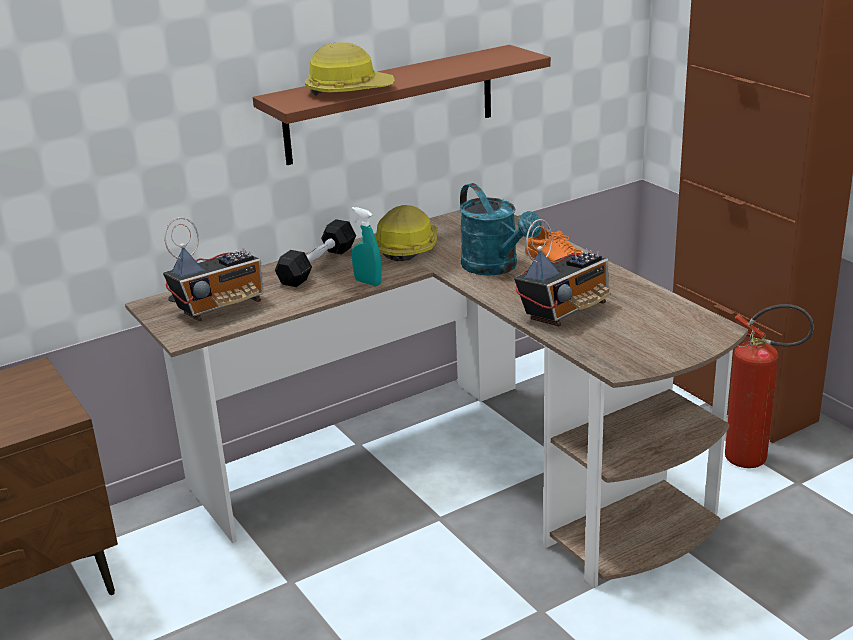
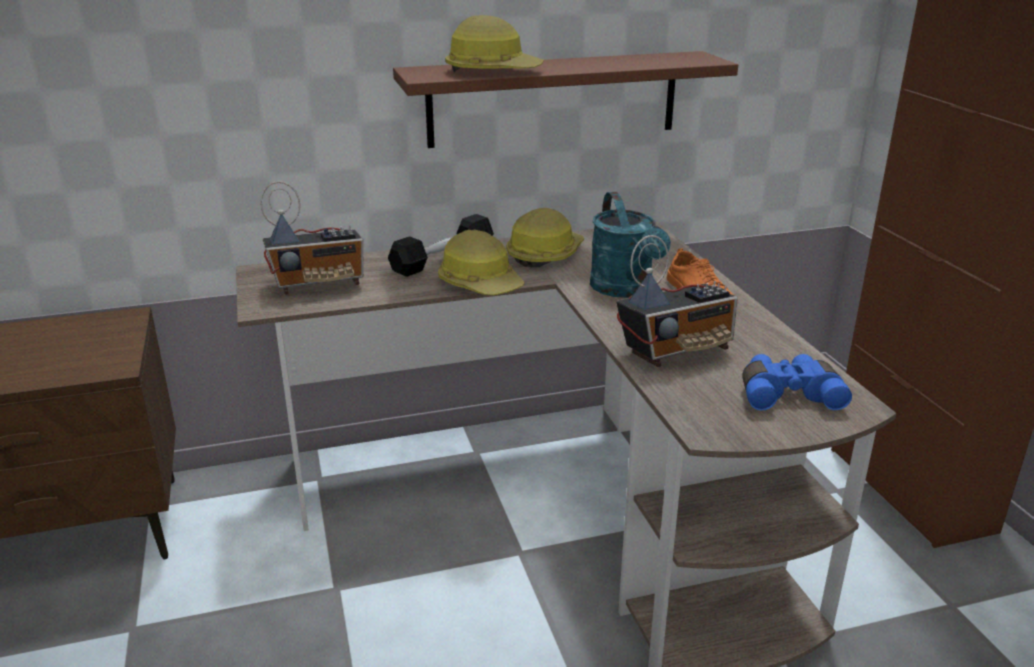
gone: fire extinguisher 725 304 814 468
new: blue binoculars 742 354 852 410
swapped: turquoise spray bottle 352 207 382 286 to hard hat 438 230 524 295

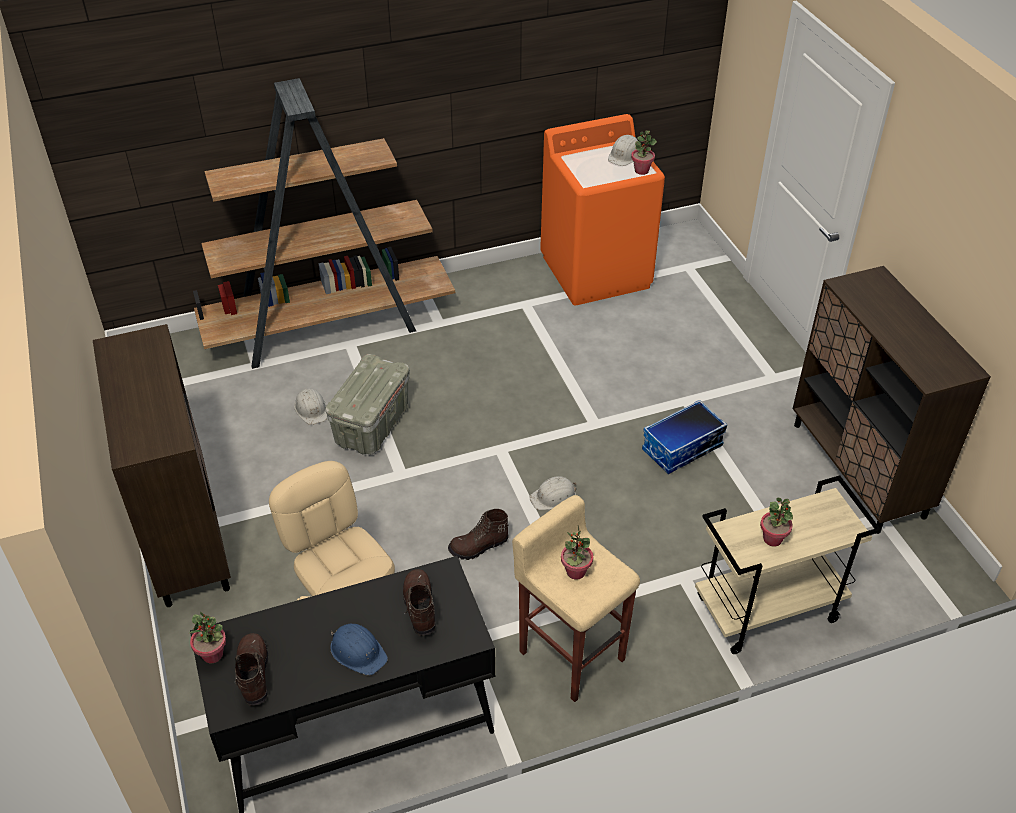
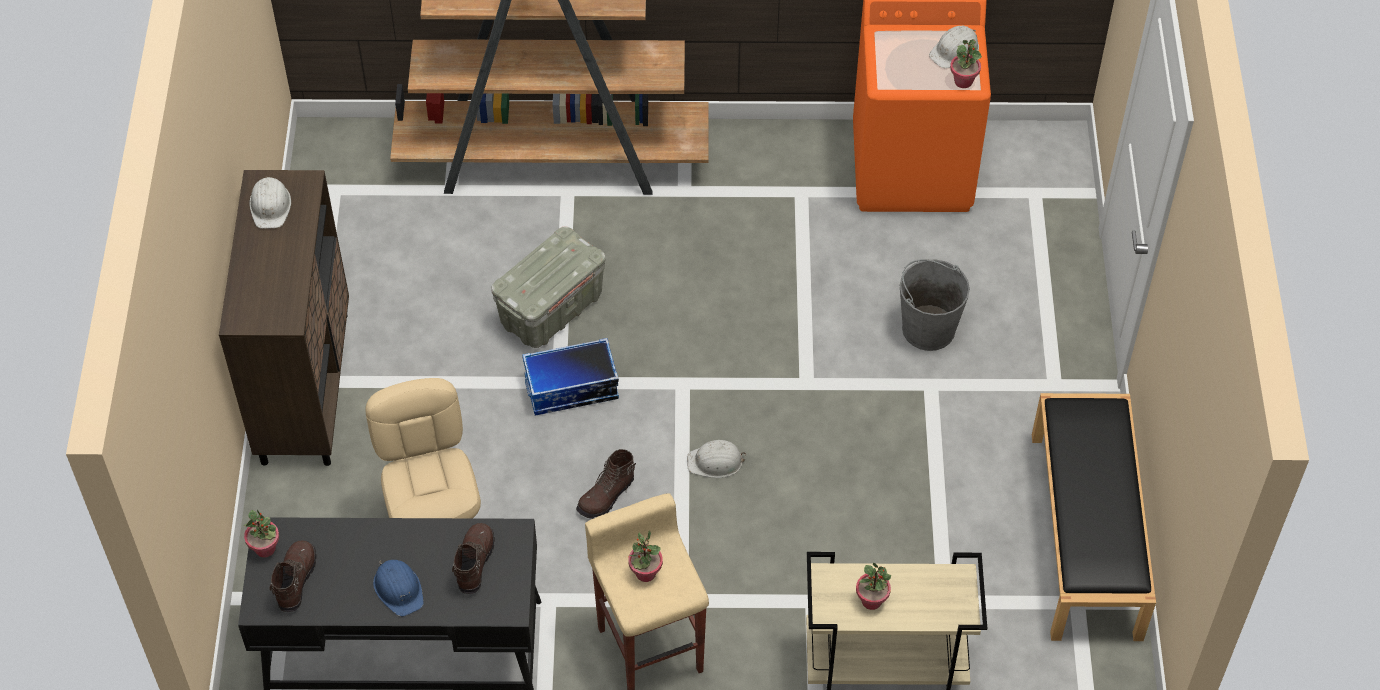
new: grey bucket 900 259 970 351
shifted: white hard hat 294 389 327 425 to 250 177 291 229; storage box 642 400 727 474 to 522 338 619 416
swapped: brown cabinet 793 266 991 534 to black bench 1032 393 1156 641
rotated: brown boot 448 509 509 560 = 576 449 636 519 45 degrees counterclockwise

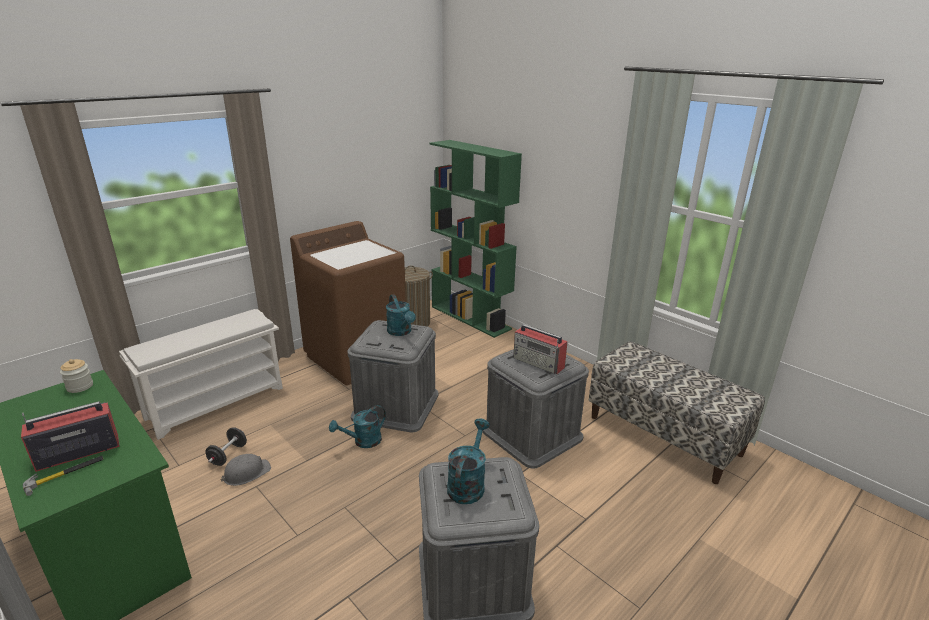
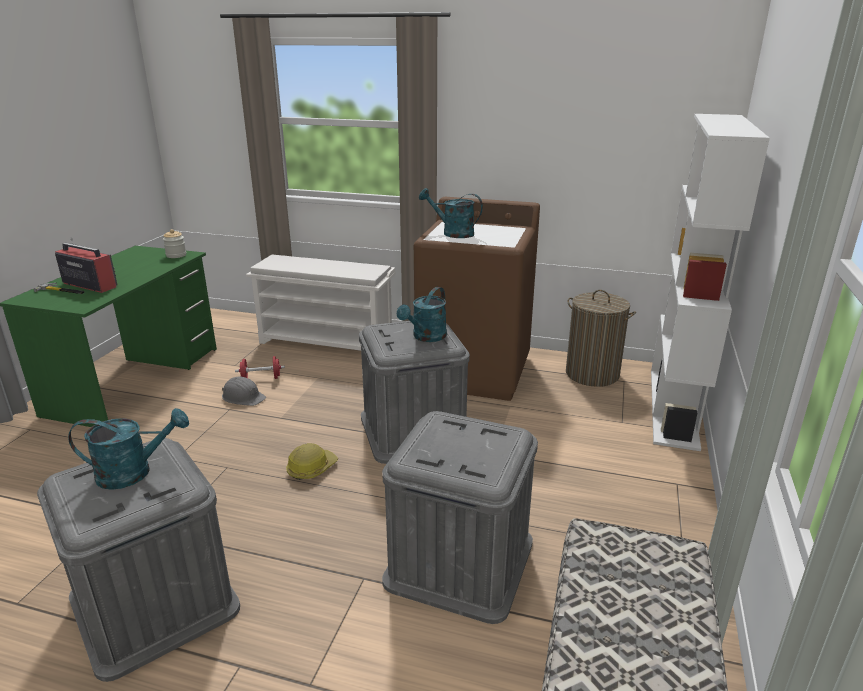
gone: radio 513 324 568 374
new: hard hat 286 443 338 480
shifted: turquoise watering can 329 405 386 448 to 419 188 483 238
repainted: black dumbbell 205 427 247 466 to red dumbbell 235 356 285 379; green bookcase 430 140 522 338 to white bookcase 651 114 770 451

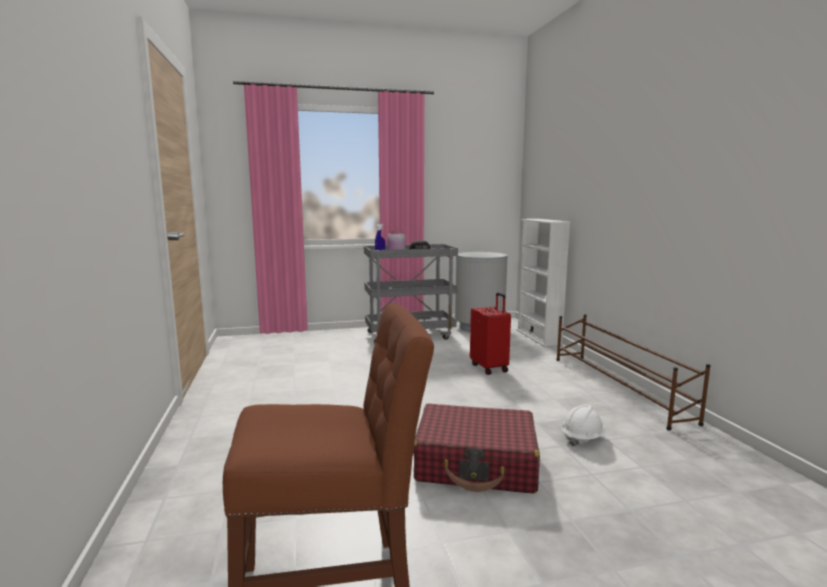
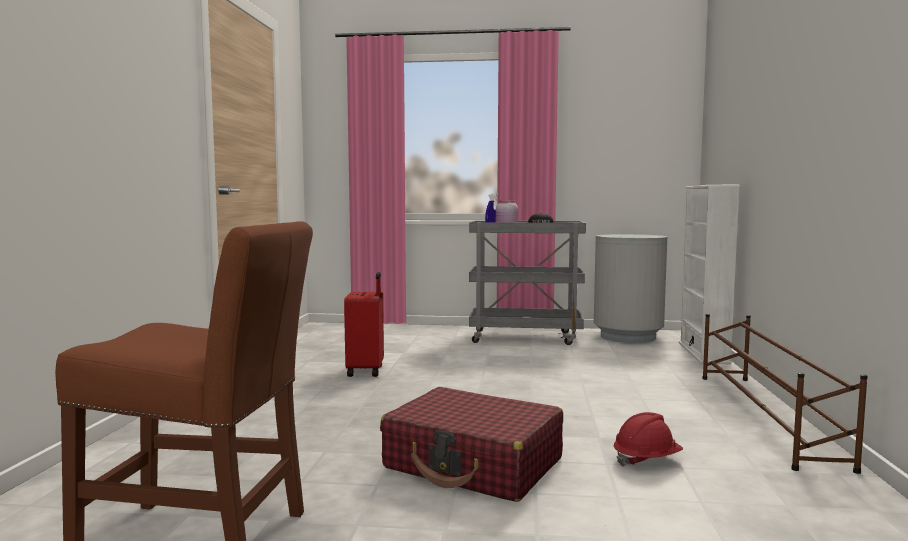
shifted: red suitcase 470 292 511 375 to 344 272 384 377
repainted: white hard hat 562 405 606 446 to red hard hat 614 412 683 467

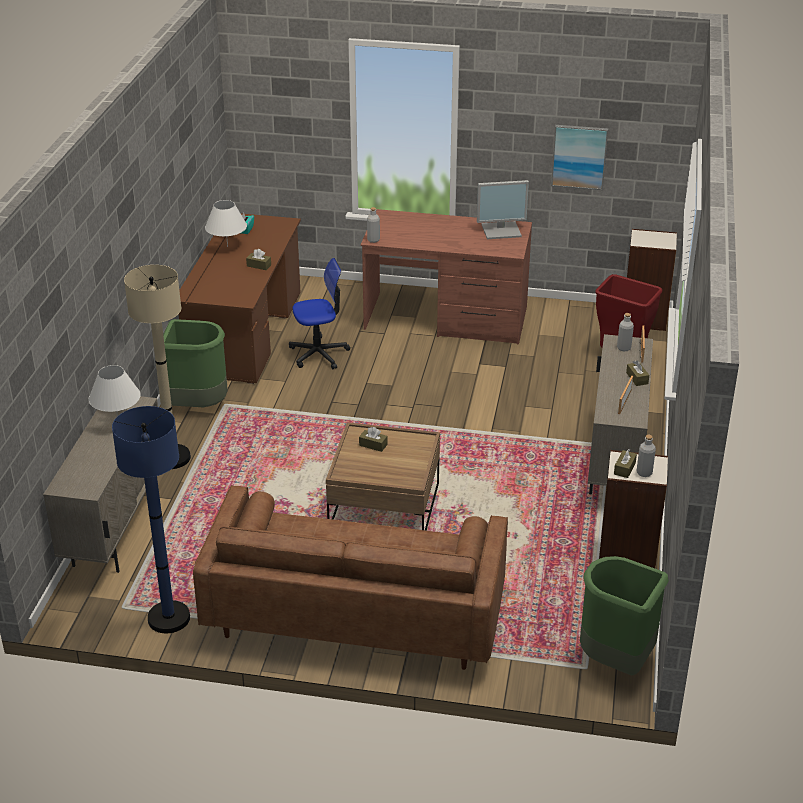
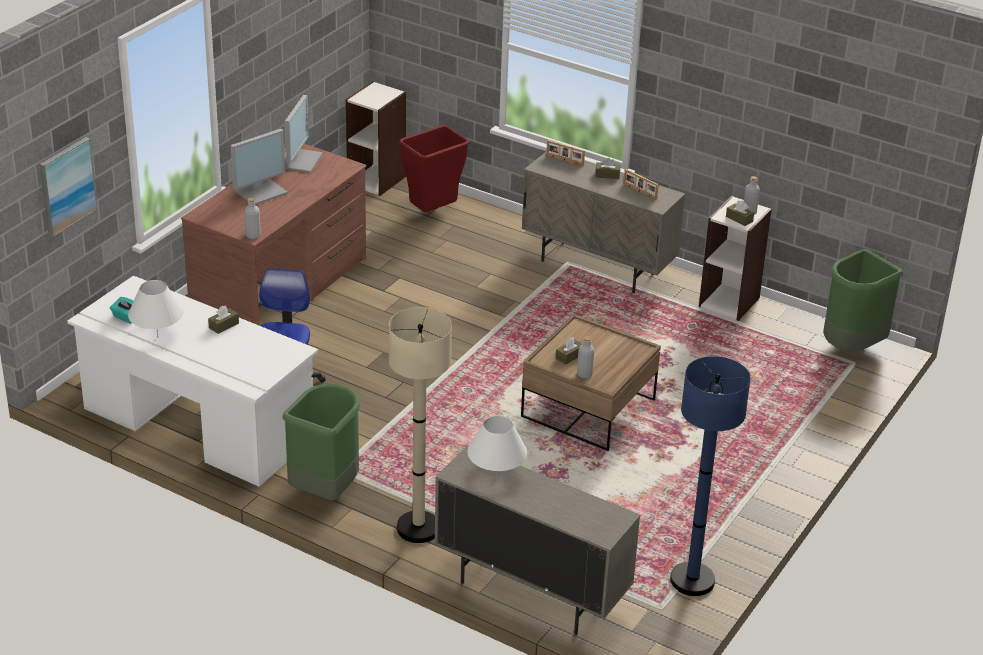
gone: brown sofa 193 485 508 670
new: monitor 231 129 288 205
shifted: picture 551 125 608 190 to 40 137 98 238; grey bottle 617 313 634 351 to 577 336 594 378
repainted: brown desk 179 214 301 384 to white desk 67 275 318 487

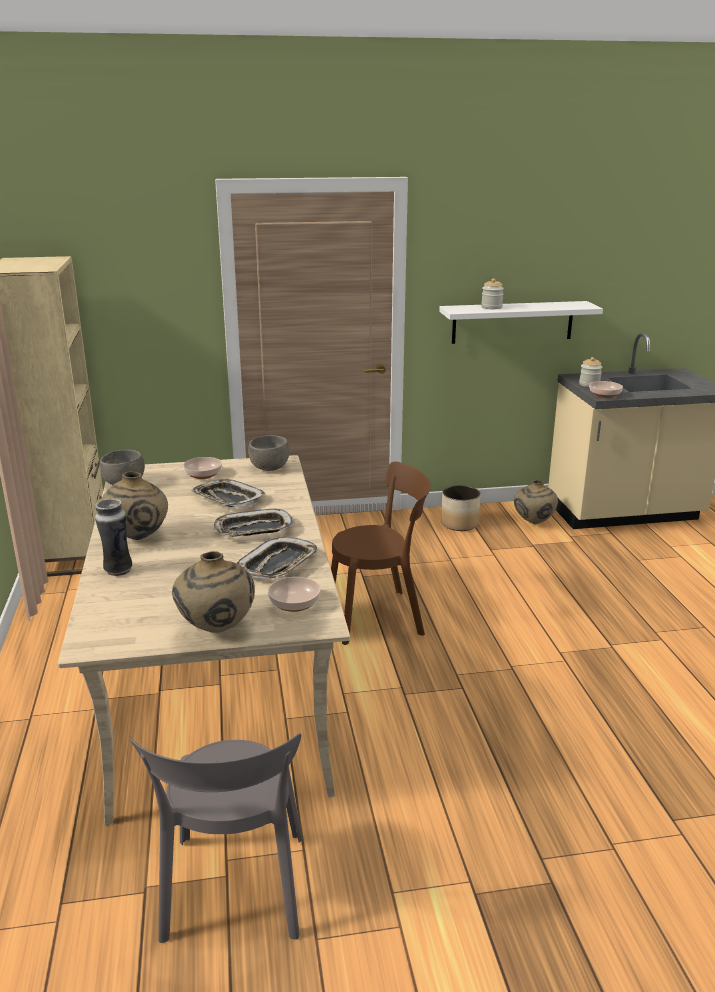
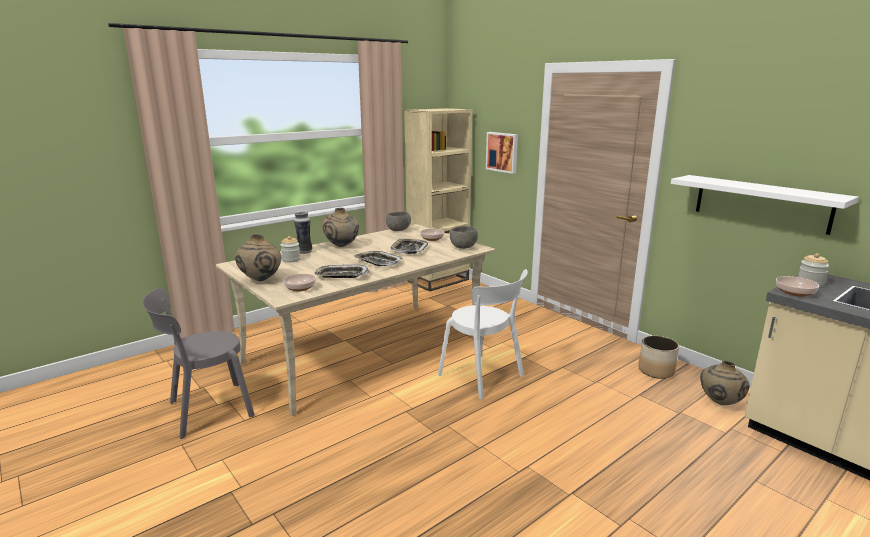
new: picture 486 132 518 174
shifted: jar 481 278 504 309 to 281 236 301 262
repainted: brown chair 331 461 431 645 to white chair 438 269 528 399

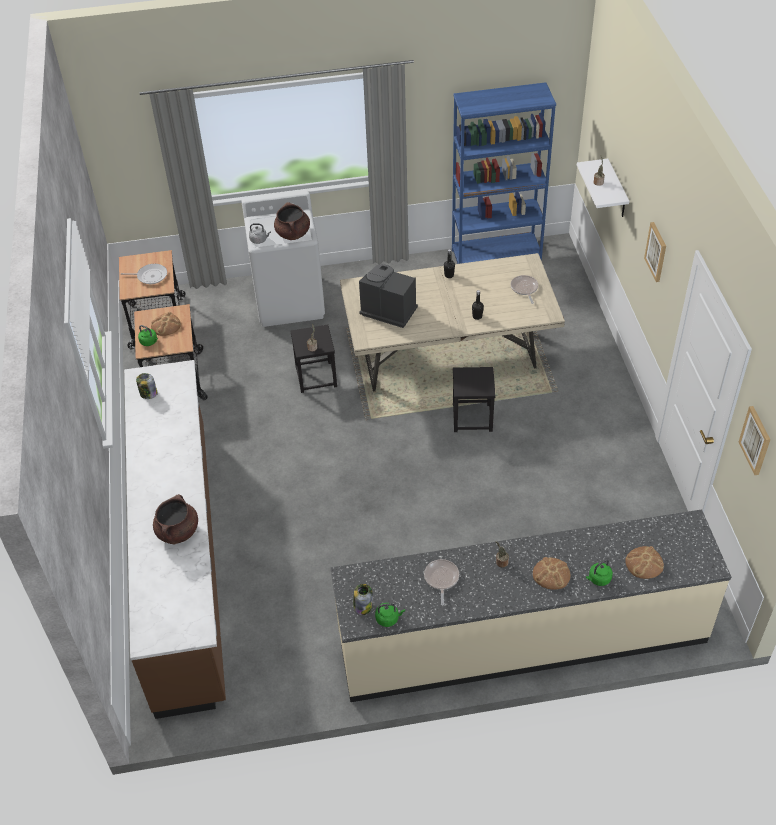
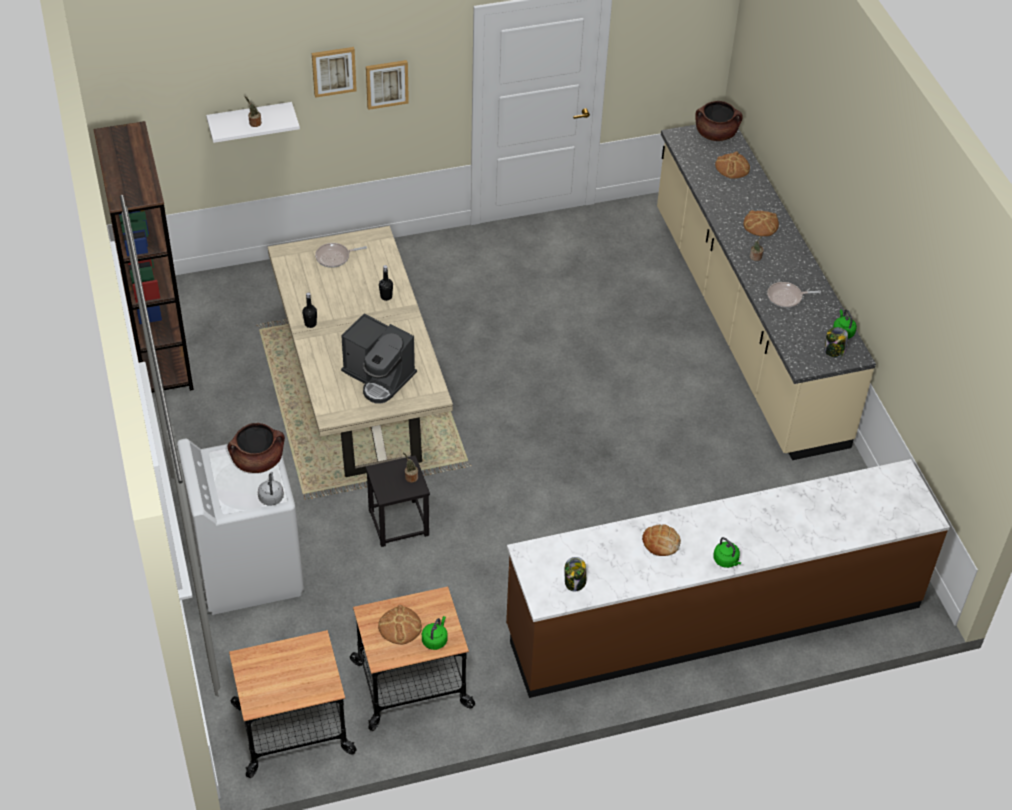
gone: frying pan 121 264 167 284; black stool 453 367 495 432
new: bread 642 524 681 556
shifted: brown cooking pot 153 494 198 544 to 695 101 743 141; green kettle 586 559 613 586 to 713 537 741 568; picture 739 406 770 475 to 312 47 357 98
repainted: blue bookcase 452 82 556 264 to brown bookcase 93 121 194 393
rotated: coffee machine 359 264 418 328 = 341 314 417 404 75 degrees counterclockwise

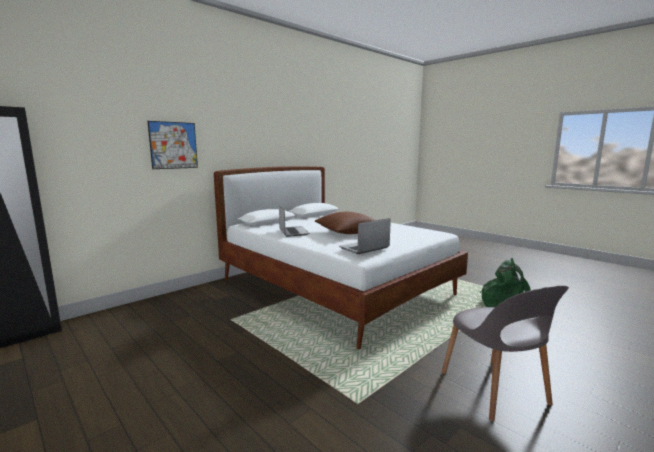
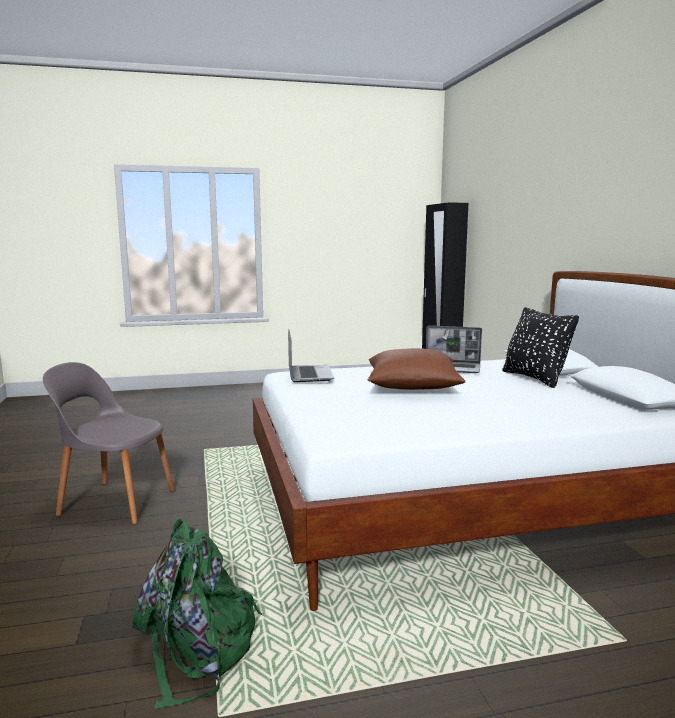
gone: picture 147 121 198 169
new: black pillow 502 307 579 388

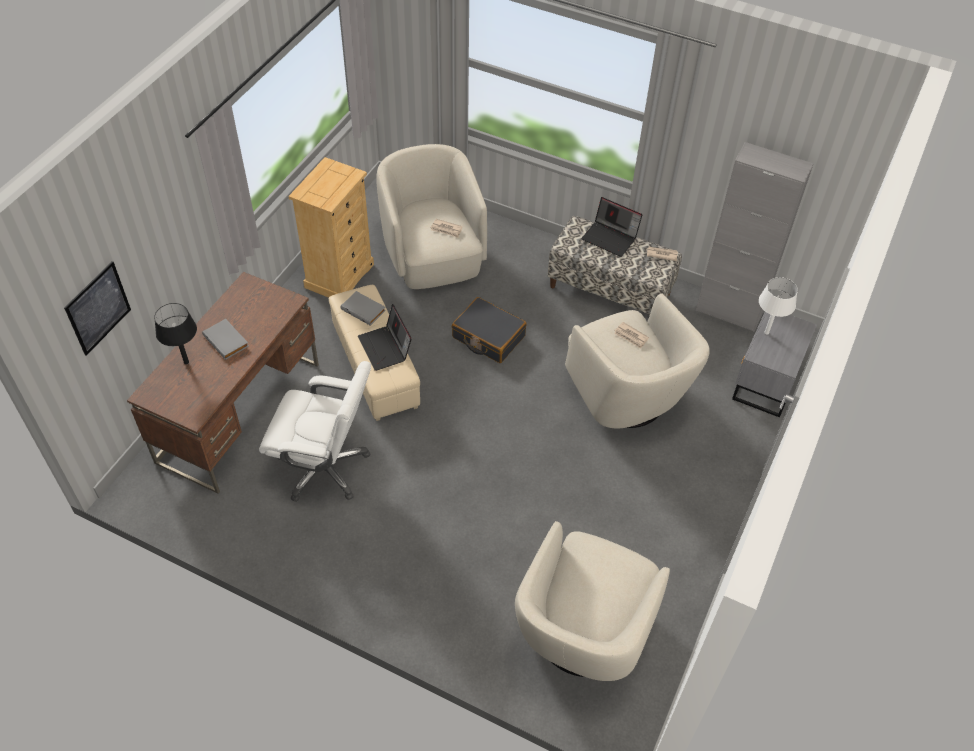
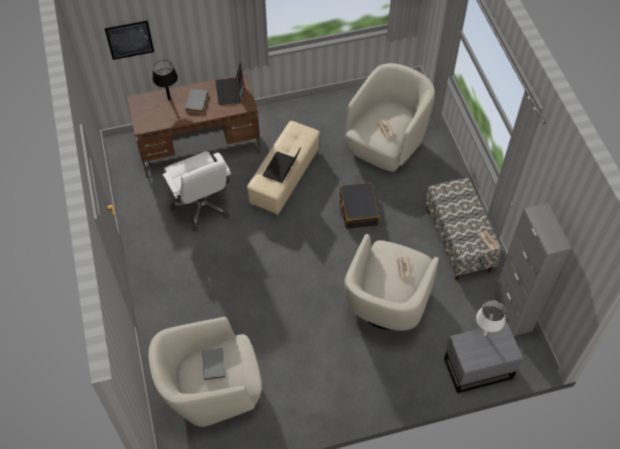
gone: beige dresser 288 157 374 298
shifted: grey book 341 291 386 326 to 202 348 225 380; laptop 581 197 642 257 to 215 63 245 105

